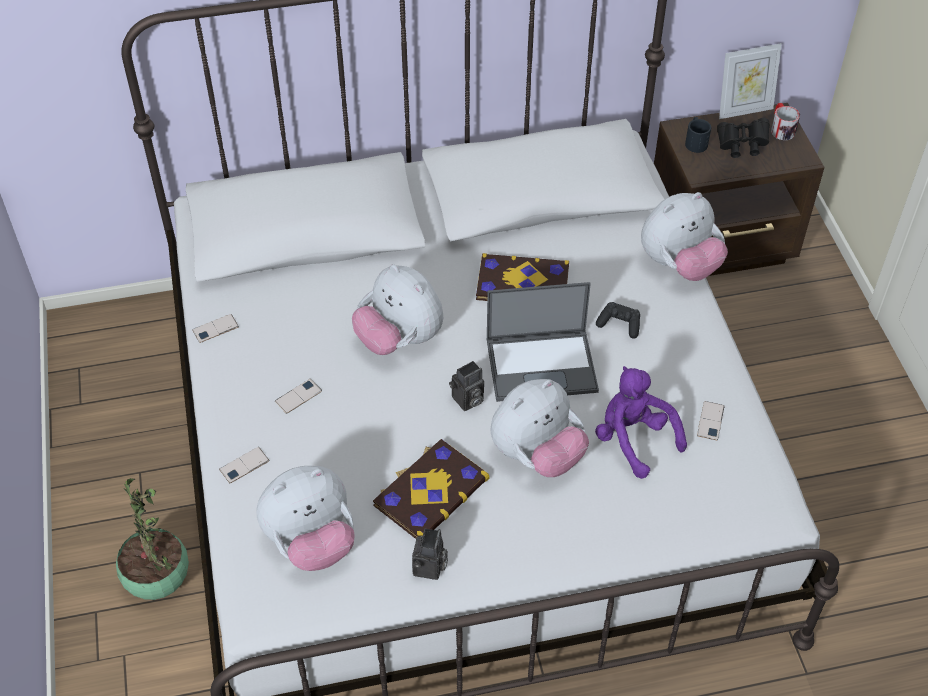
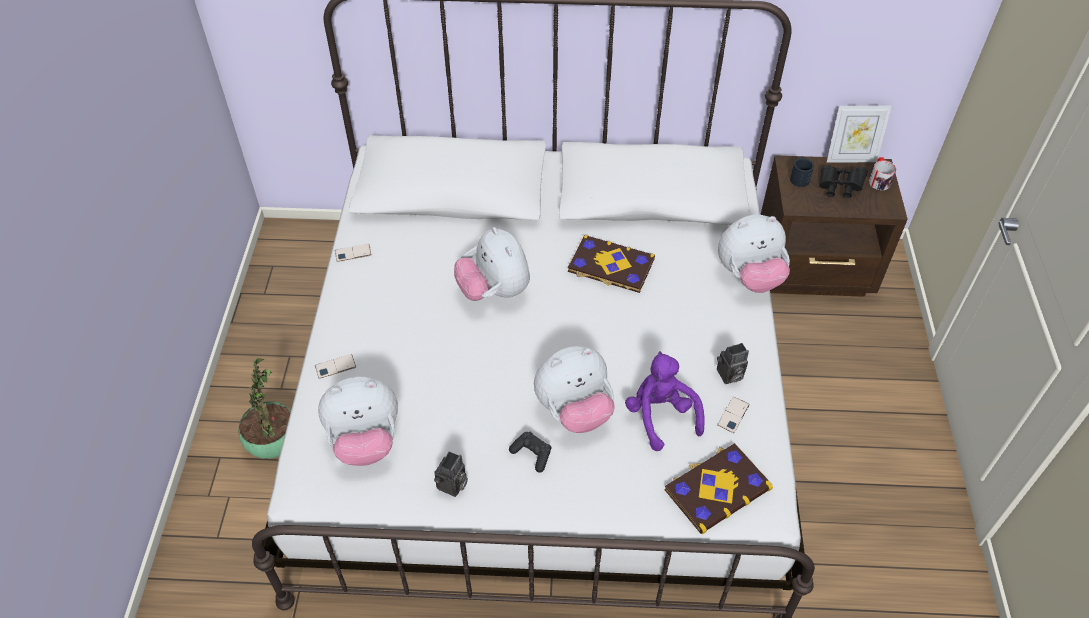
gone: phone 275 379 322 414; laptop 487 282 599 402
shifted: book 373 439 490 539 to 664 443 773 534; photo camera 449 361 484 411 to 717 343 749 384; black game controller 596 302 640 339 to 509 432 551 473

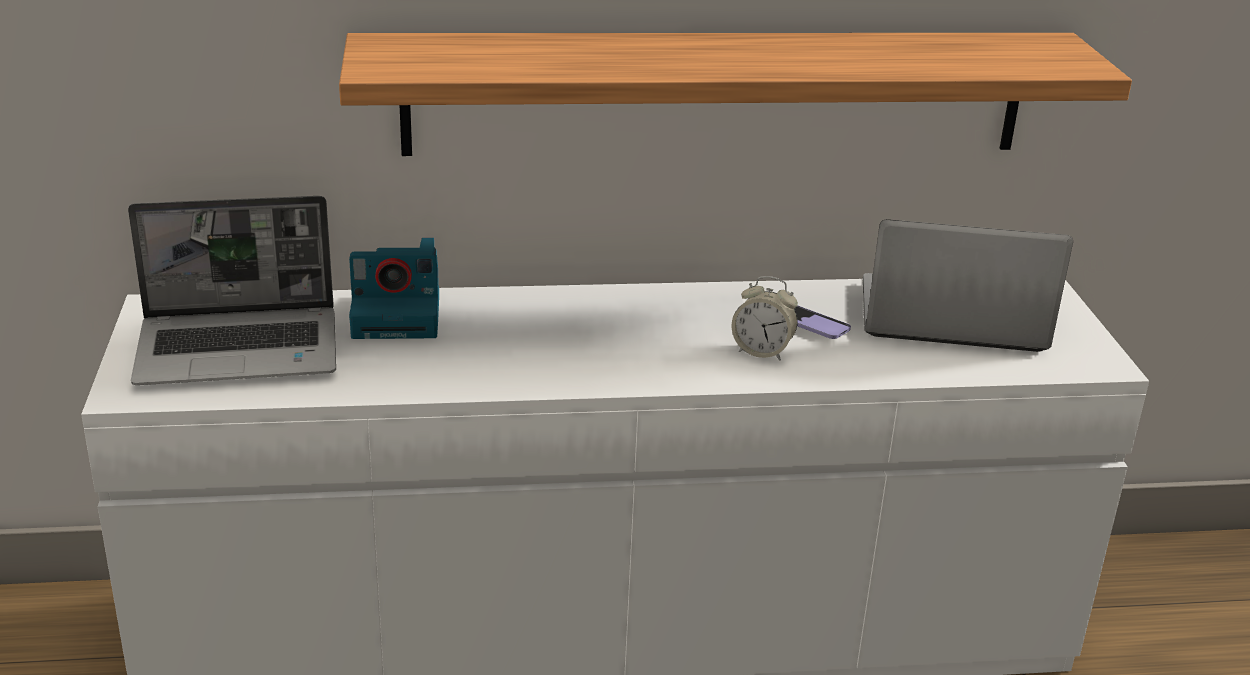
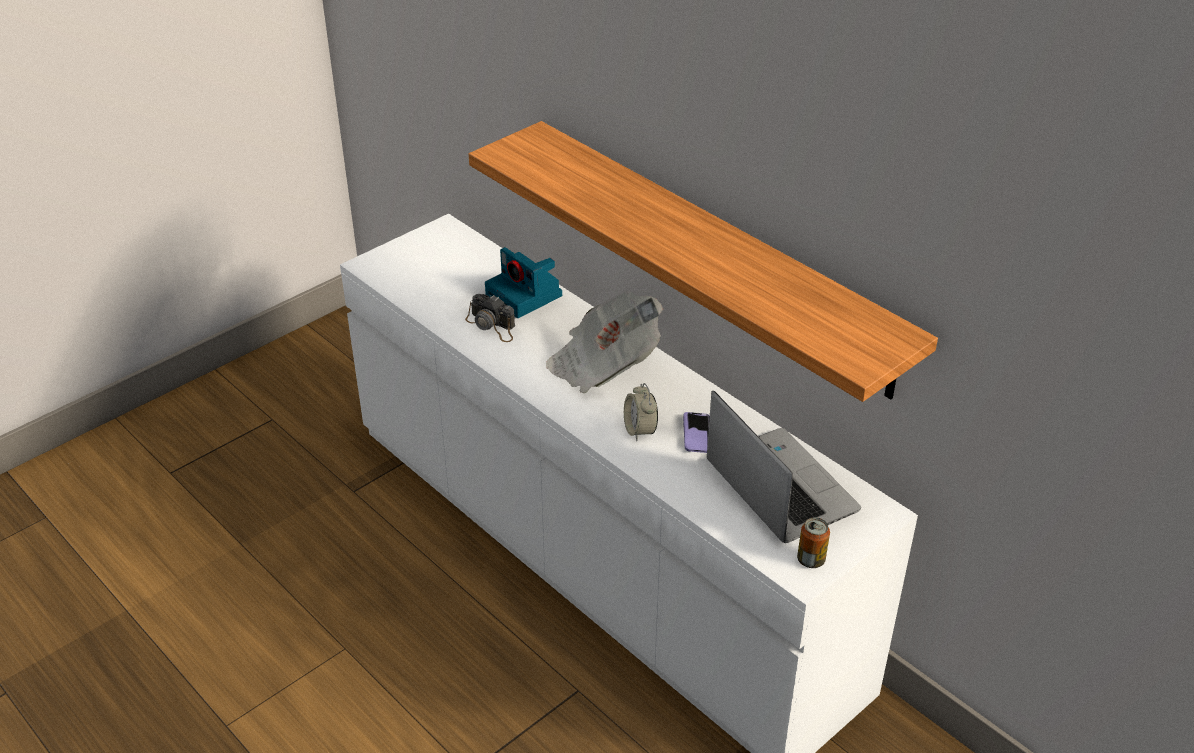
gone: laptop 128 196 336 385
new: photo camera 465 294 515 342; newspaper 546 291 663 394; can 797 517 830 568

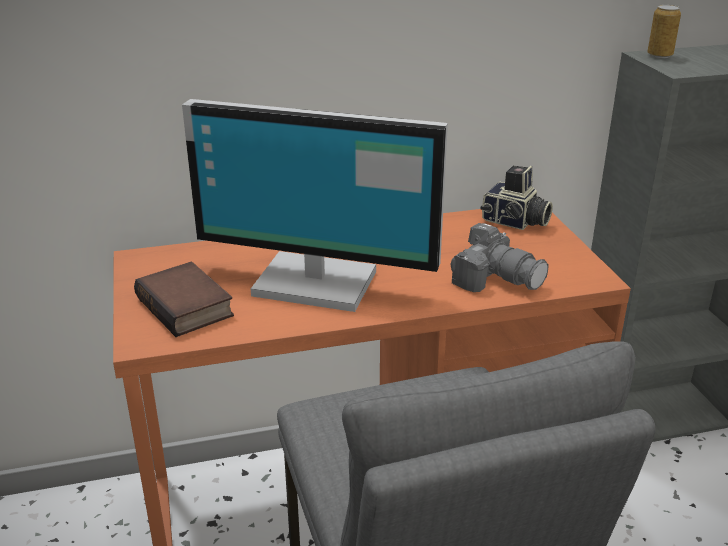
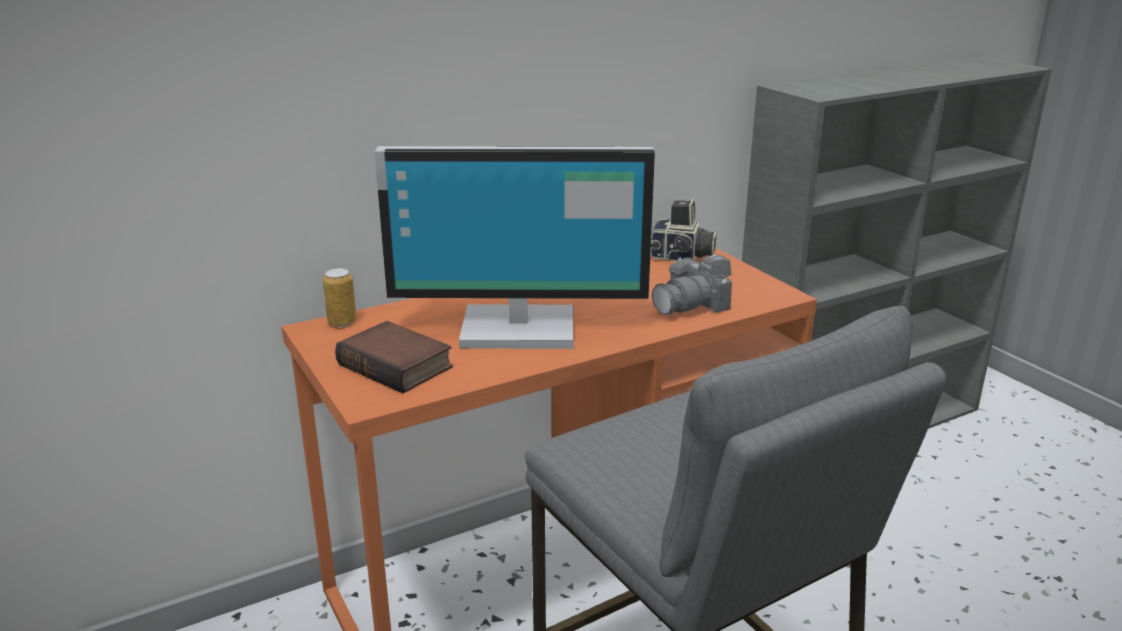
shifted: can 647 5 681 58 to 323 268 357 327
rotated: photo camera 450 223 549 292 = 652 255 732 315 120 degrees clockwise

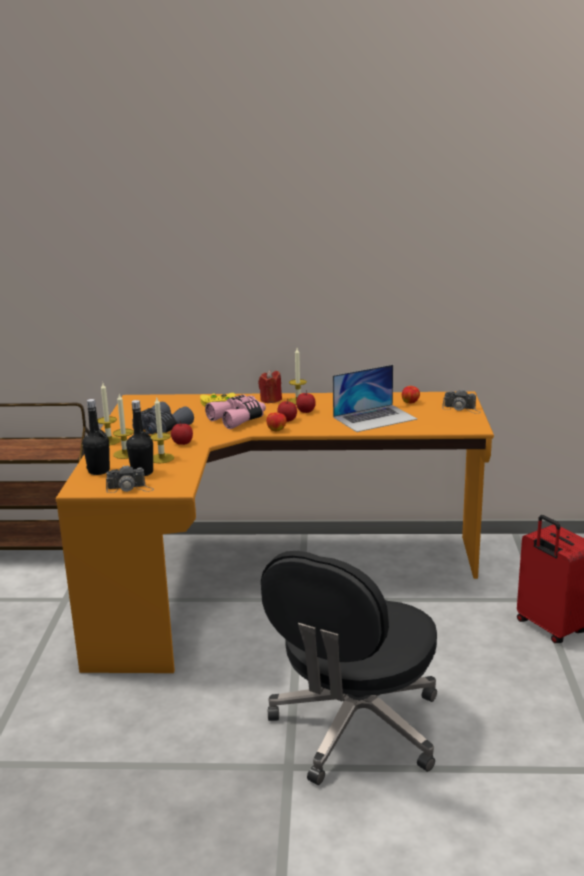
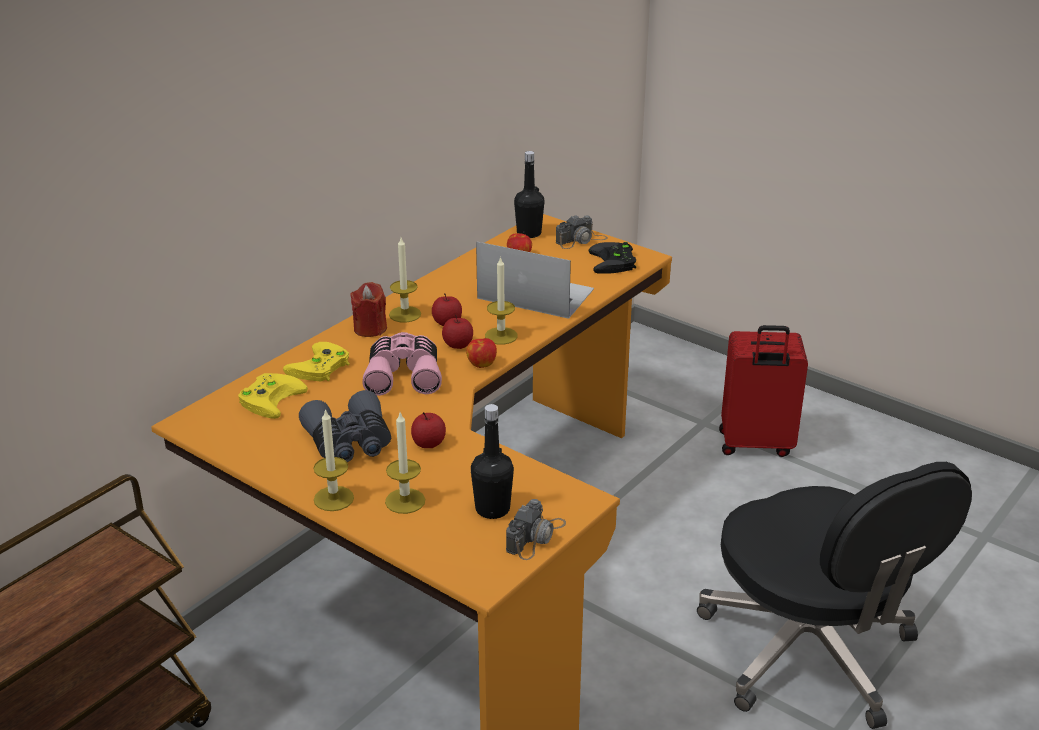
new: yellow game controller 238 373 308 419; black game controller 588 242 636 274
shifted: black bottle 82 399 110 475 to 514 151 544 238; candle 150 398 174 463 to 485 256 518 345
rotated: laptop 333 365 417 432 = 476 241 594 319 75 degrees counterclockwise

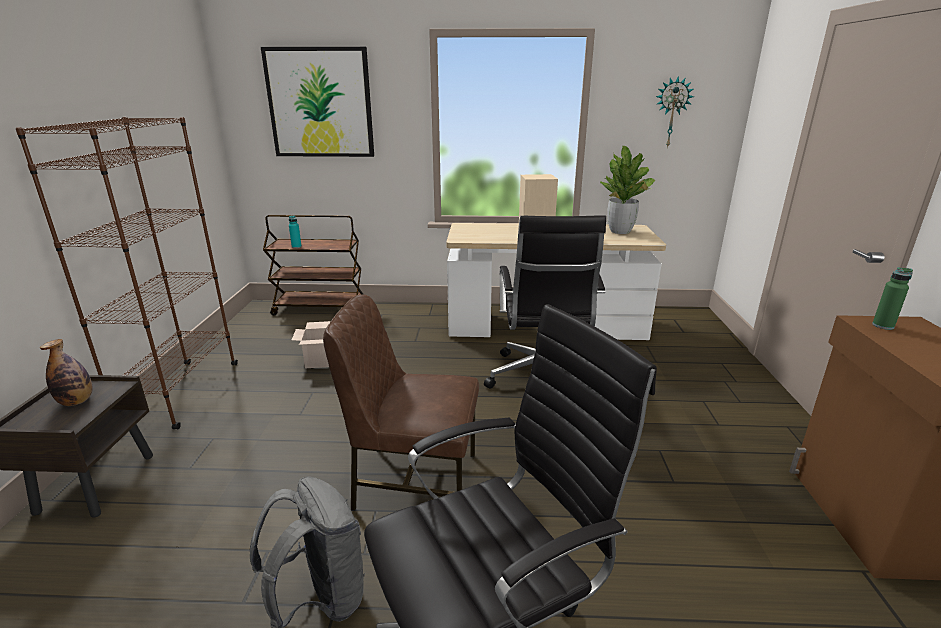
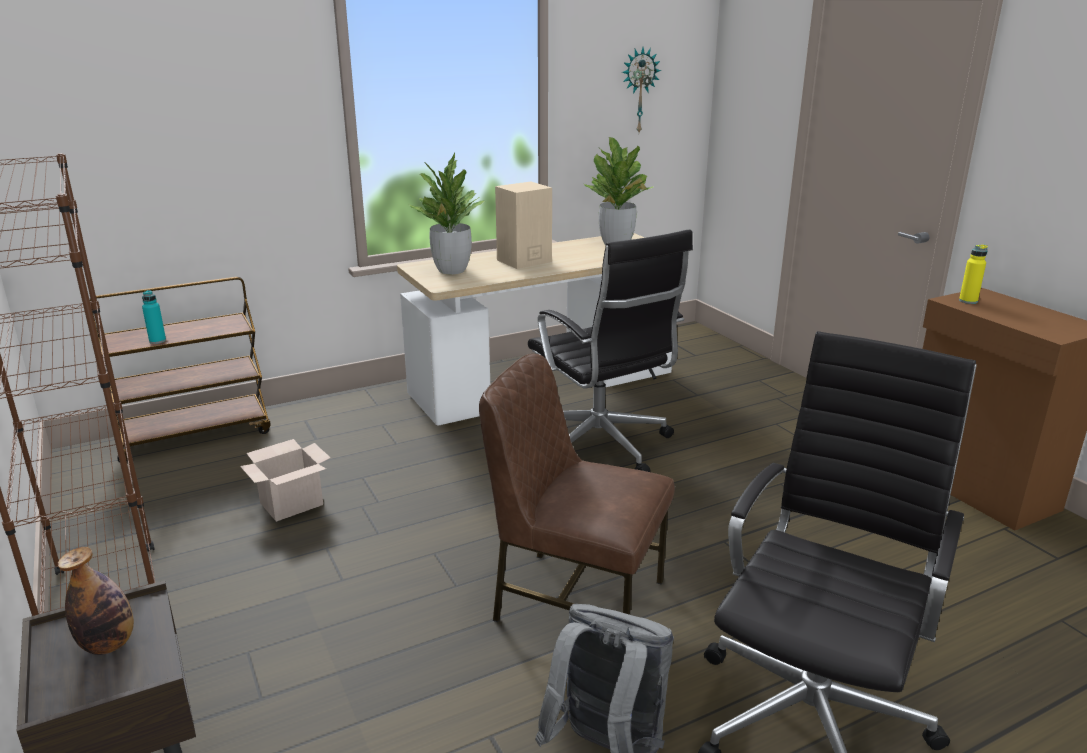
gone: picture 261 47 374 157
new: potted plant 409 153 485 274
repainted: green bottle 872 268 913 330 to yellow bottle 959 245 988 304
rotated: brown chair 323 294 479 511 = 479 354 675 622 45 degrees clockwise

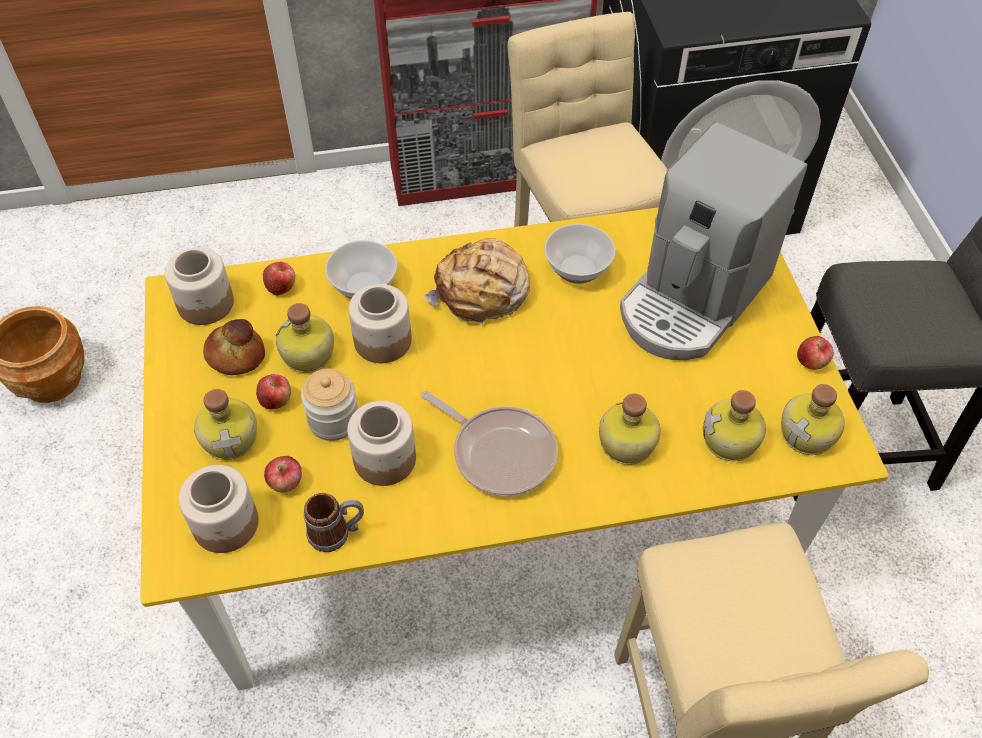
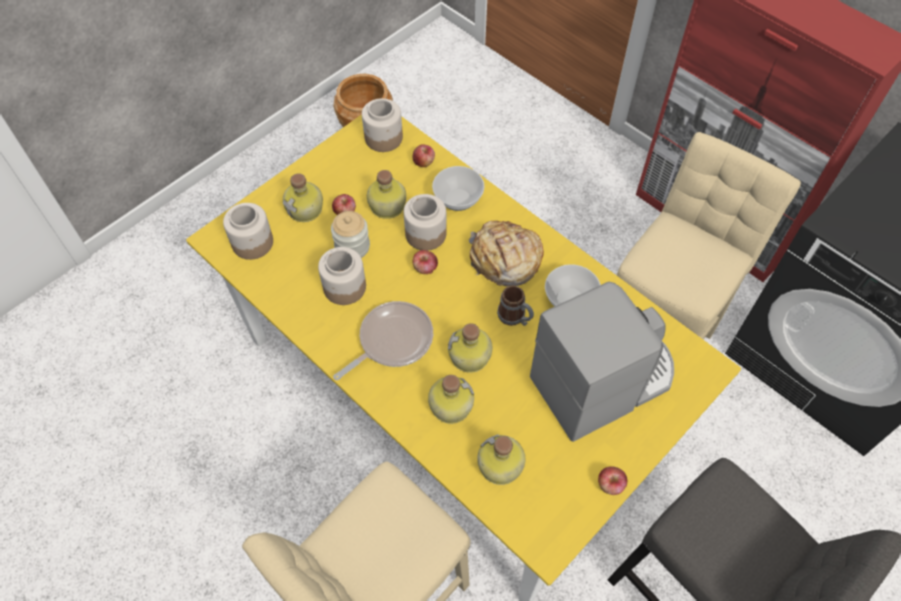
gone: bread 203 319 265 375
shifted: apple 264 456 302 493 to 413 250 438 274; mug 303 493 364 552 to 497 285 534 326; bottle 781 384 845 455 to 448 323 492 373
rotated: frying pan 421 391 558 497 = 333 301 433 380 135 degrees counterclockwise; coffee machine 620 122 808 360 = 530 281 674 442 150 degrees clockwise

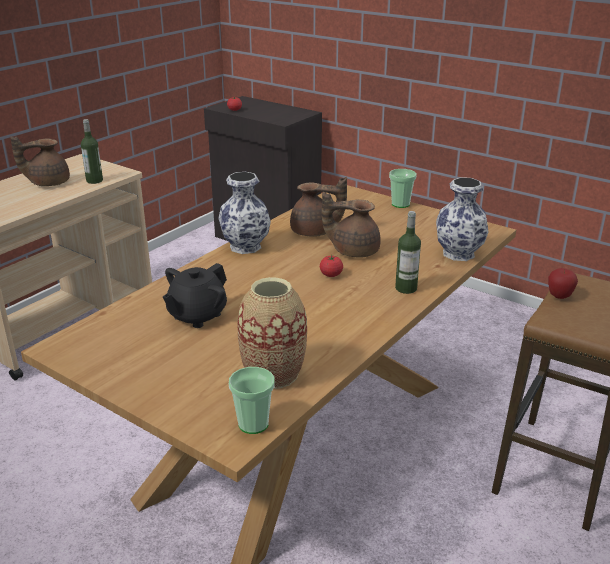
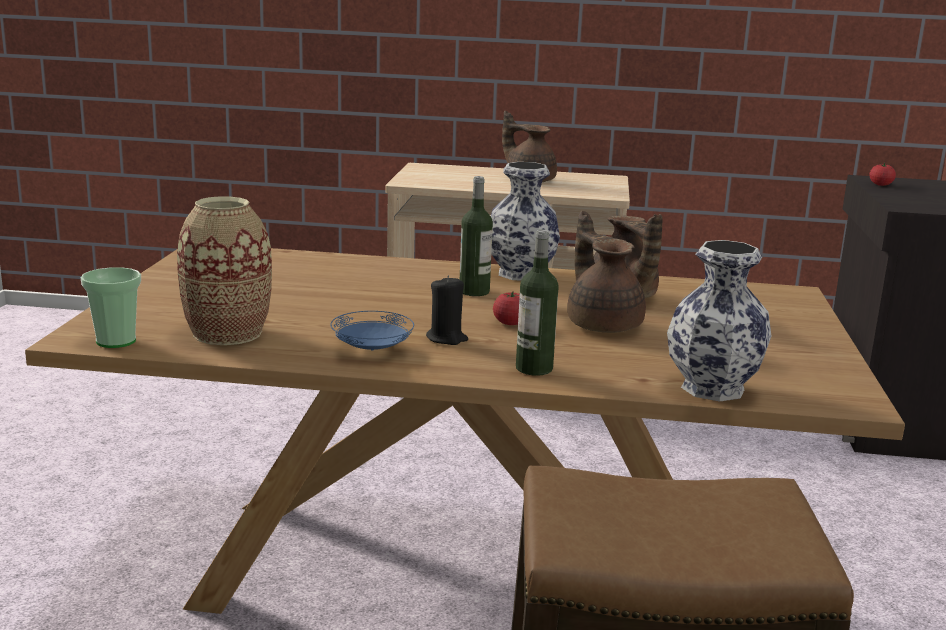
gone: black teapot 163 263 227 328; cup 389 169 417 208; apple 548 268 578 299
new: blue plate 330 311 414 351; black candle 426 275 468 345
shifted: bottle 81 119 103 184 to 460 176 493 296

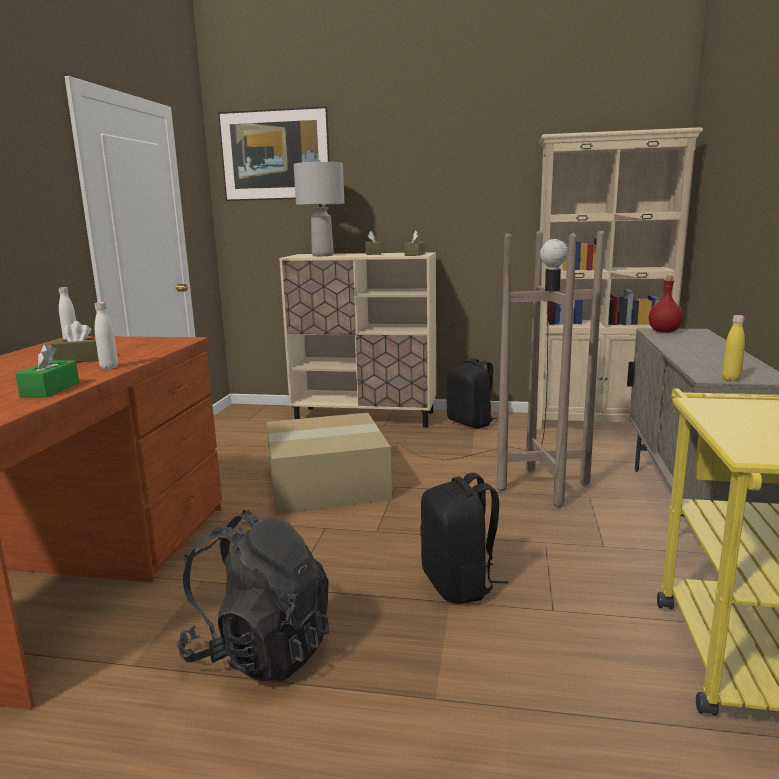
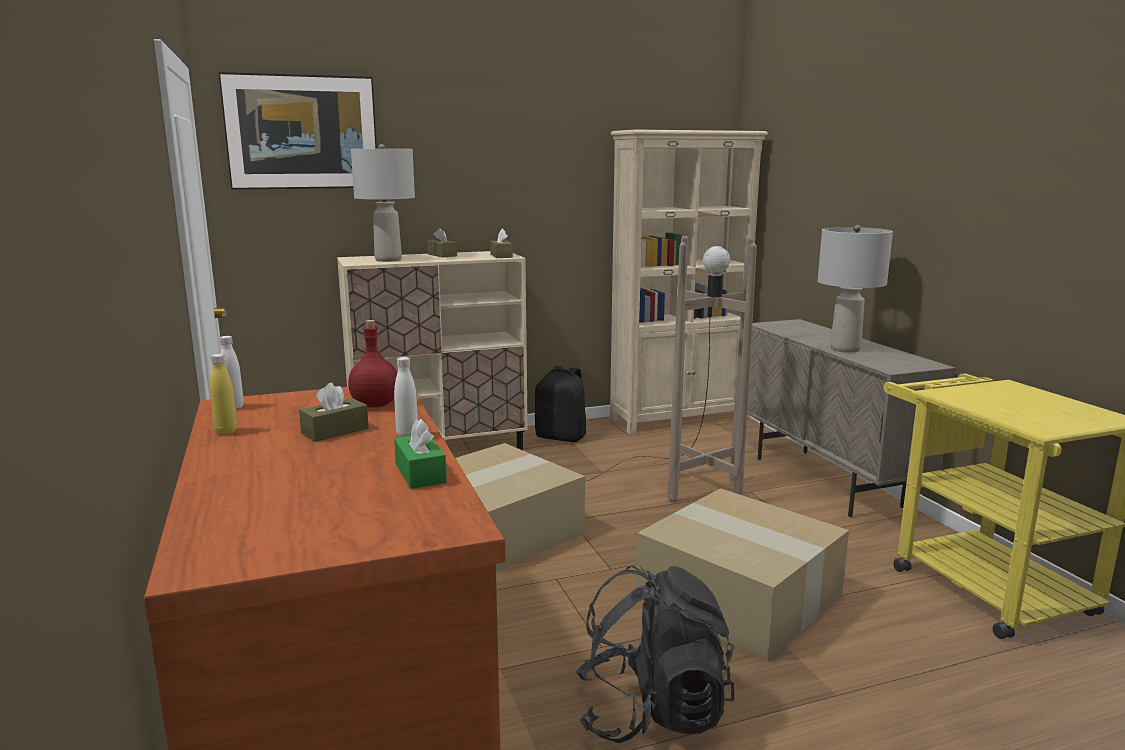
new: grey table lamp 818 225 893 353
shifted: red bottle 649 276 683 333 to 348 320 397 407; yellow bottle 722 315 745 381 to 210 354 237 435
swapped: black backpack 420 473 509 604 to cardboard box 636 488 849 661

